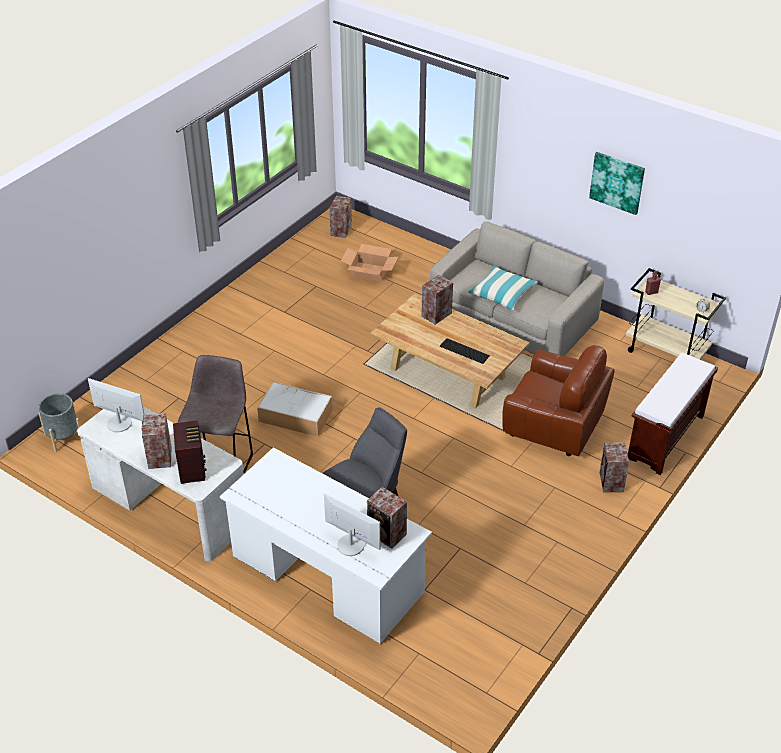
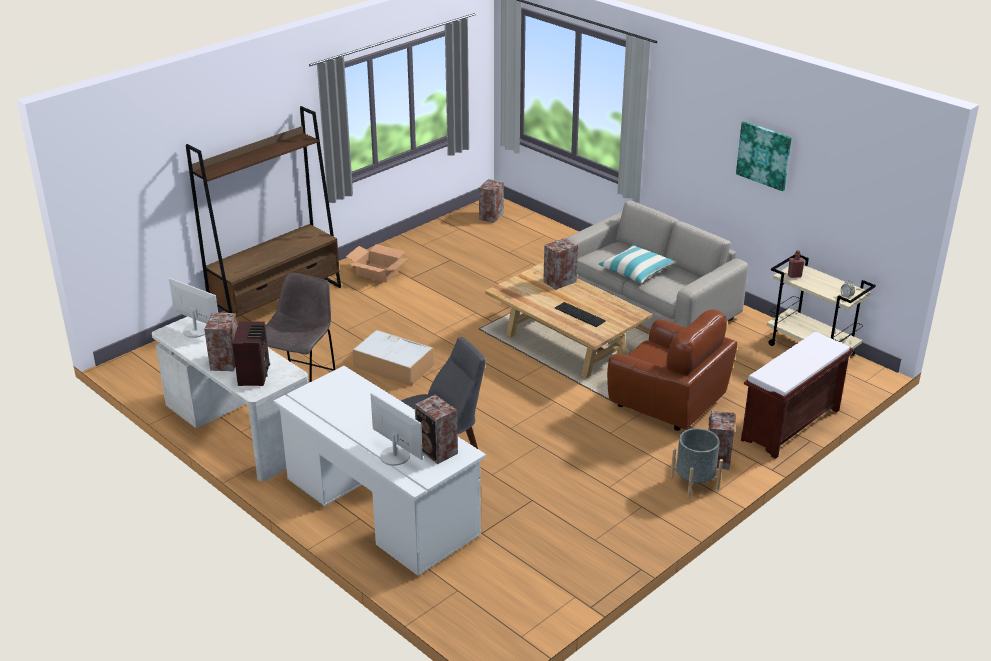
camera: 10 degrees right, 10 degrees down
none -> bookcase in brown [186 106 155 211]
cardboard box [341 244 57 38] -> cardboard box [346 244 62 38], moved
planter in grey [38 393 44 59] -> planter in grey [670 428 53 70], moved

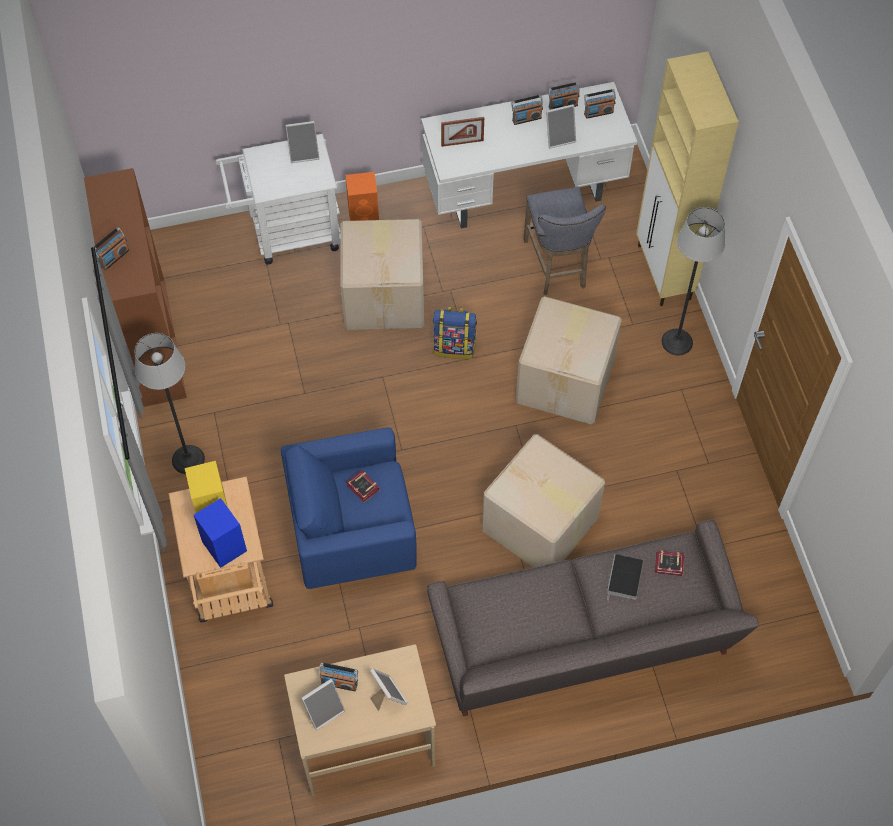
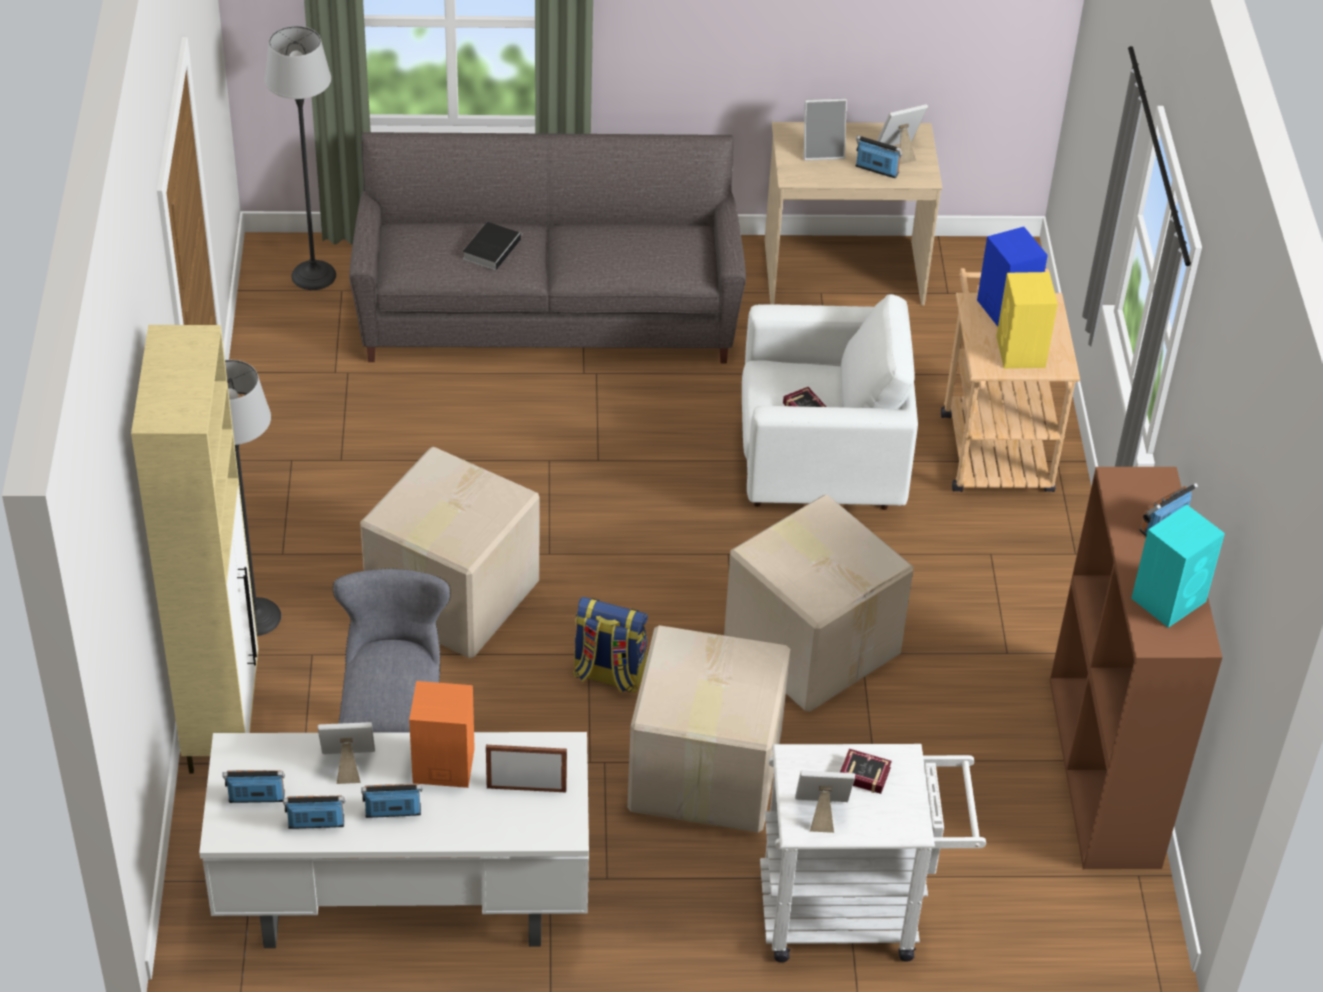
camera: 170 degrees left, 15 degrees down
floor lamp [135 333 70 141] -> floor lamp [265 26 71 264], moved
speaker in orange [345 172 34 49] -> speaker in orange [409 681 66 107], moved
cardboard box [482 434 123 134] -> cardboard box [724 495 189 216], moved
armchair in blue [281 428 136 161] -> armchair in white [742 294 176 216]
picture frame [370 668 38 43] -> picture frame [804 98 43 63], 75 degrees counterclockwise
book [655 550 30 26] -> book [840 749 52 45], moved
none -> speaker in turquoise [1131 504 94 124]

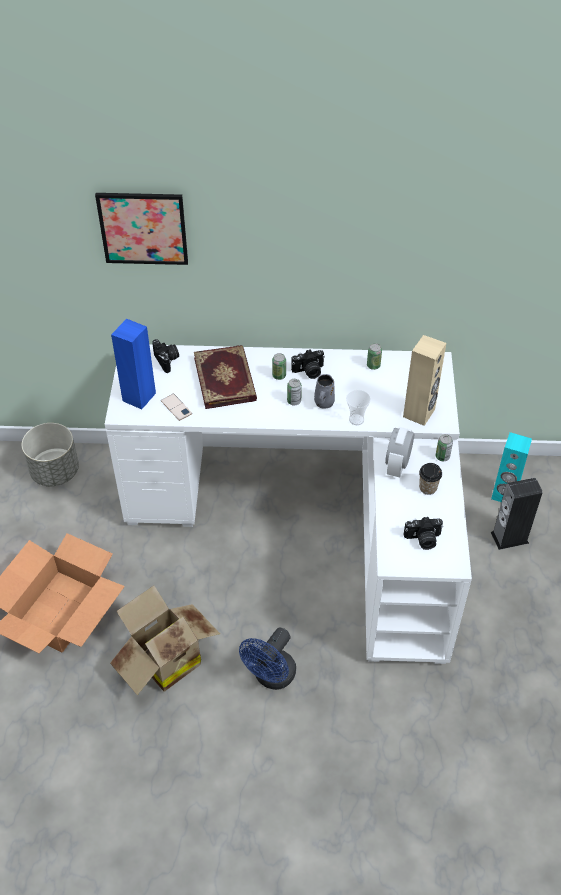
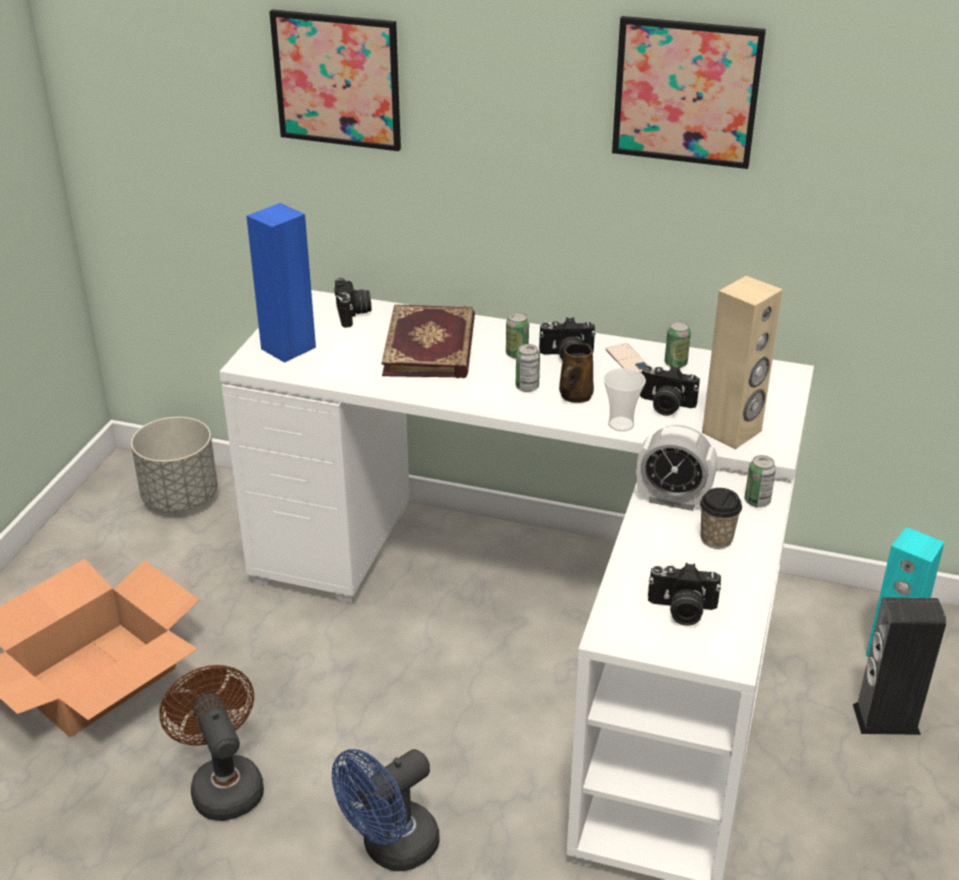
camera: 15 degrees right, 15 degrees down
cardboard box [110 586 110 109] -> fan in brown [159 665 105 156]
mug in grey [314 374 21 35] -> mug in brown [559 343 35 60]
phone [161 394 31 27] -> phone [605 343 44 30], moved
none -> picture [612 16 154 153]
alarm clock [385 427 29 50] -> alarm clock [636 425 81 86], 105 degrees counterclockwise
none -> photo camera [640 365 60 51]

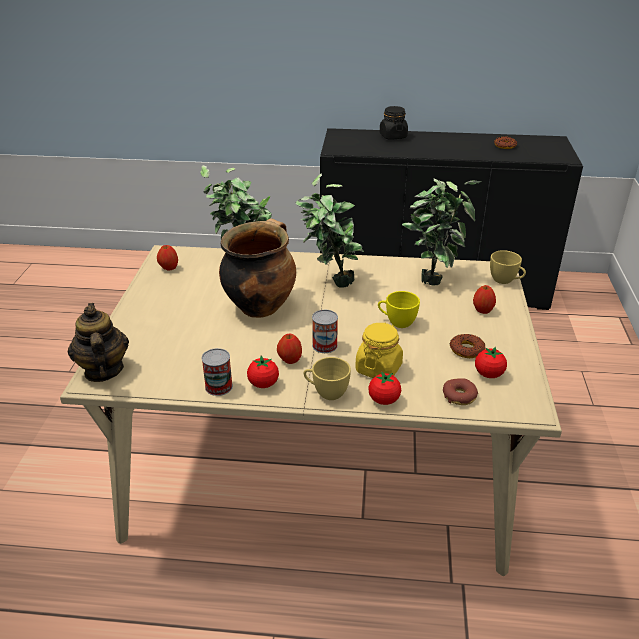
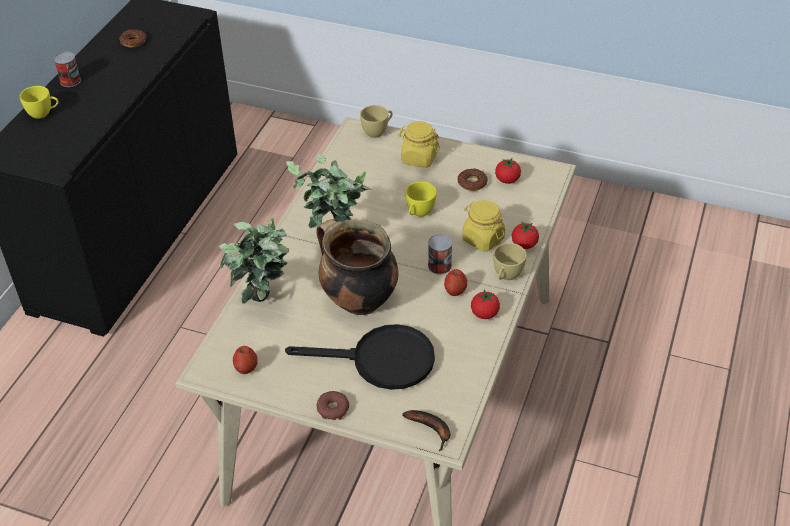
camera: 75 degrees left, 10 degrees up
jar in black [380 106 28 33] -> cup in yellow [19 86 40 33]
can [202 348 31 48] -> can [54 52 27 35], moved
none -> frying pan in black [285 324 150 66]
donut [443 378 35 27] -> donut [317 391 32 29], moved
apple [473 285 23 29] -> jar in yellow [398 121 42 47]
teapot [68 303 61 79] -> banana [402 410 48 41]
potted plant [402 178 80 107] -> none

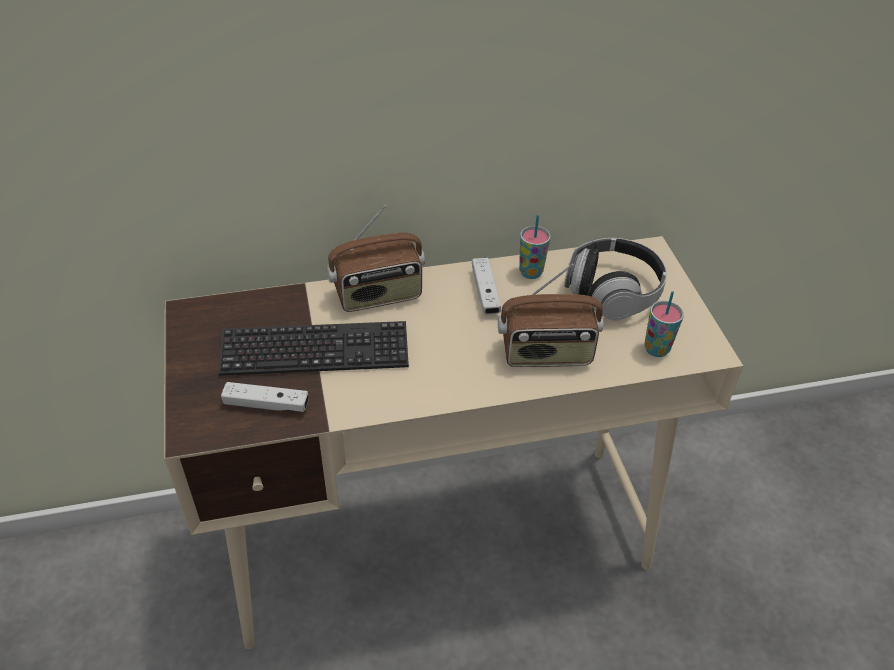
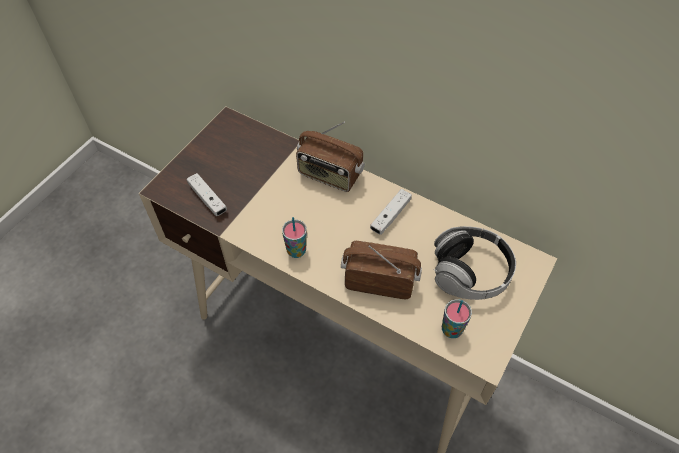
camera: 45 degrees right, 10 degrees up
cup [519 215 32 64] -> cup [282 217 25 41], moved
radio [498 264 106 103] -> radio [341 241 81 58], 150 degrees clockwise
keyboard [218 321 191 55] -> none

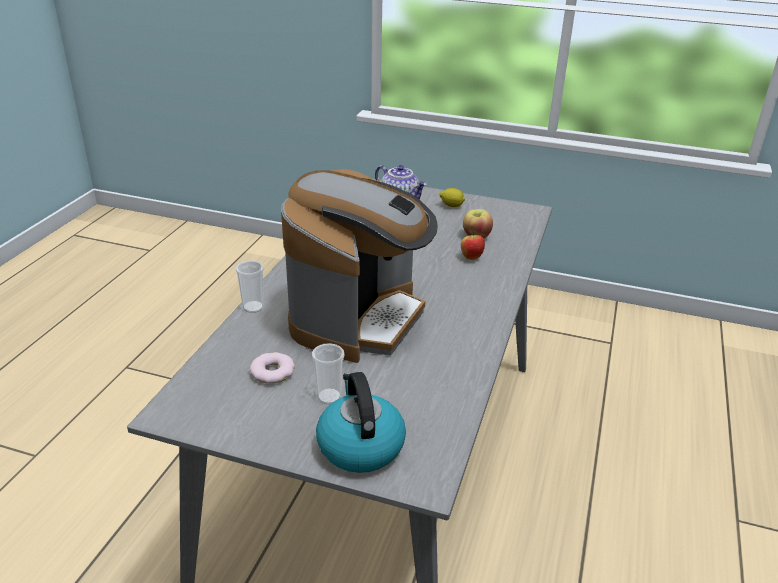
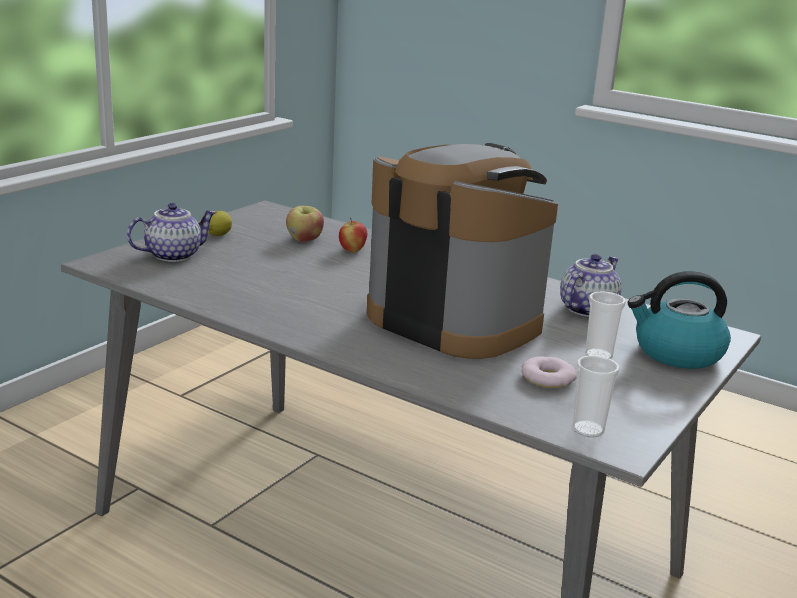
camera: 75 degrees left, 10 degrees down
none -> teapot [560 254 62 63]
cup [236 260 28 53] -> cup [572 355 48 82], moved

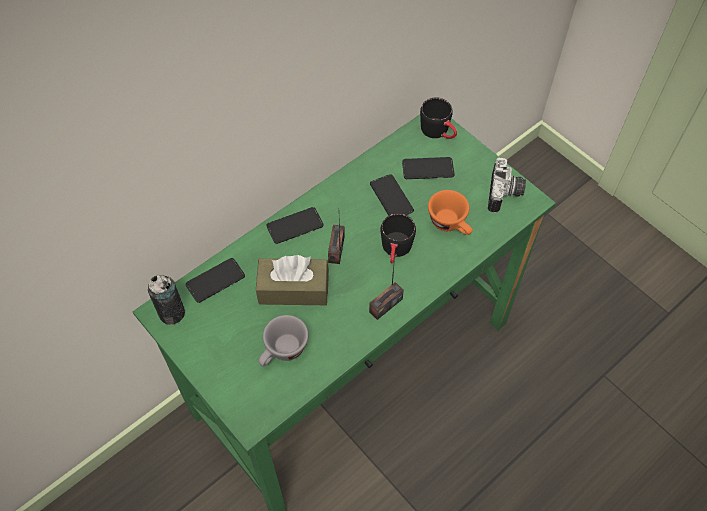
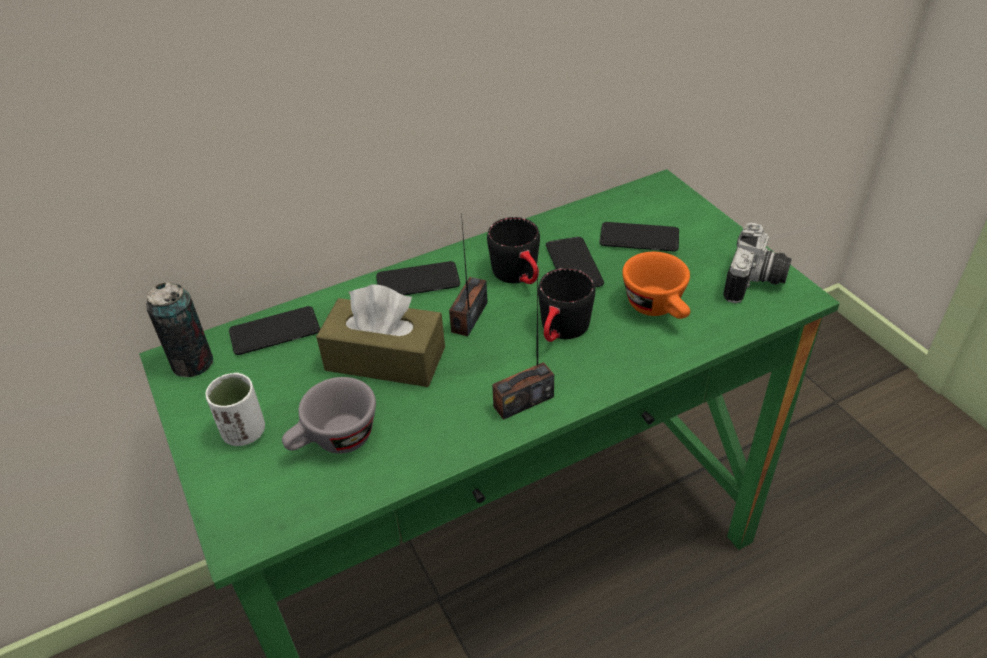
camera: 15 degrees right, 15 degrees down
none -> cup in white [205 373 60 73]
mug in black [420 98 37 41] -> mug in black [487 217 53 67], moved

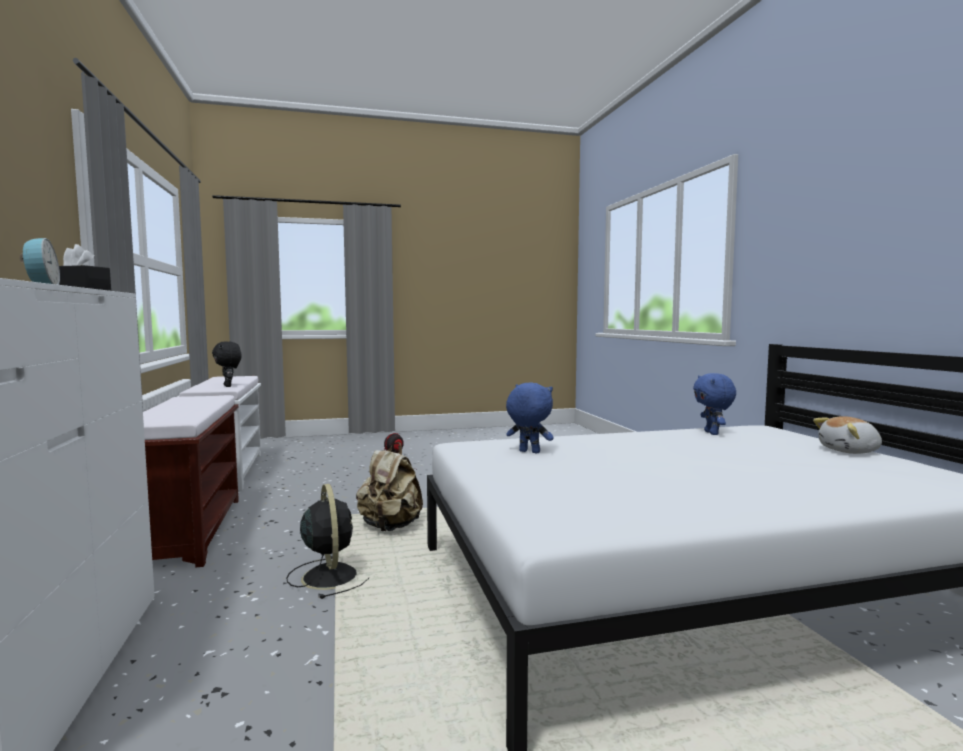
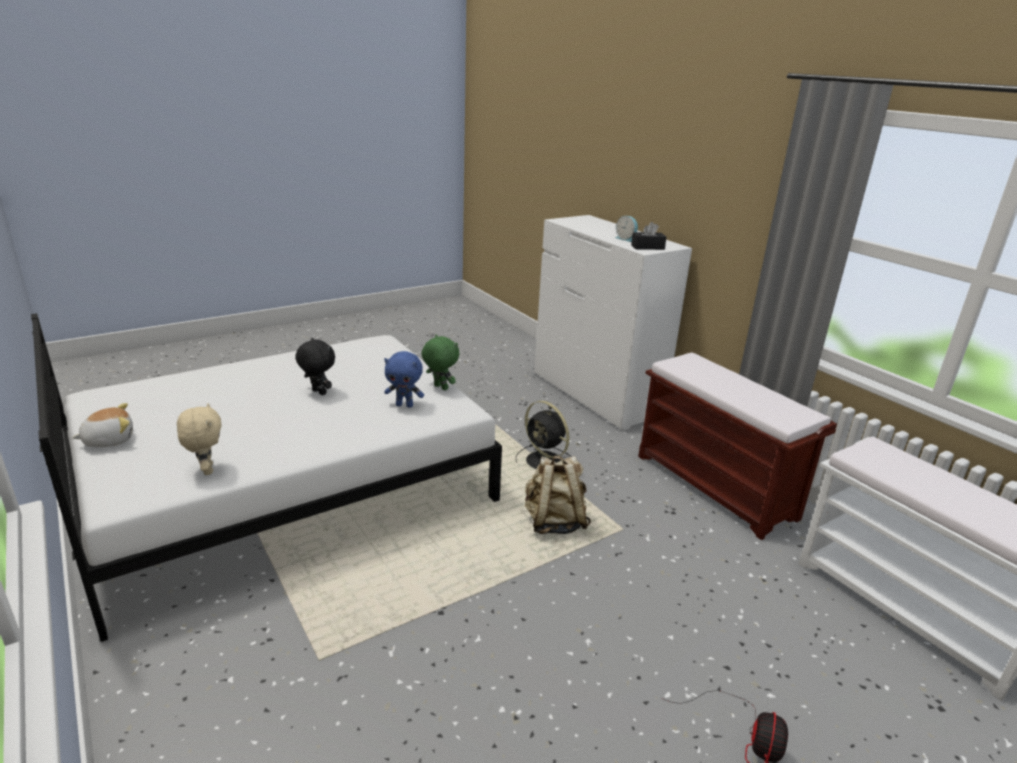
camera: 160 degrees right, 20 degrees up
plush toy in blue [693 373 43 62] -> plush toy in beige [177 403 45 72]
plush toy in black [212 341 29 46] -> plush toy in black [295 338 40 57], moved
none -> plush toy in green [422 335 37 55]

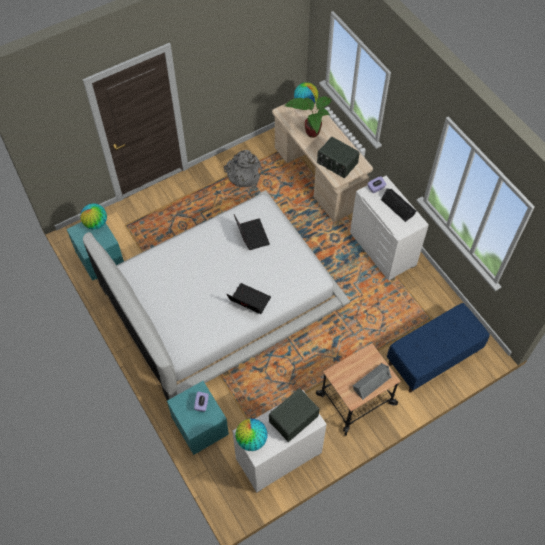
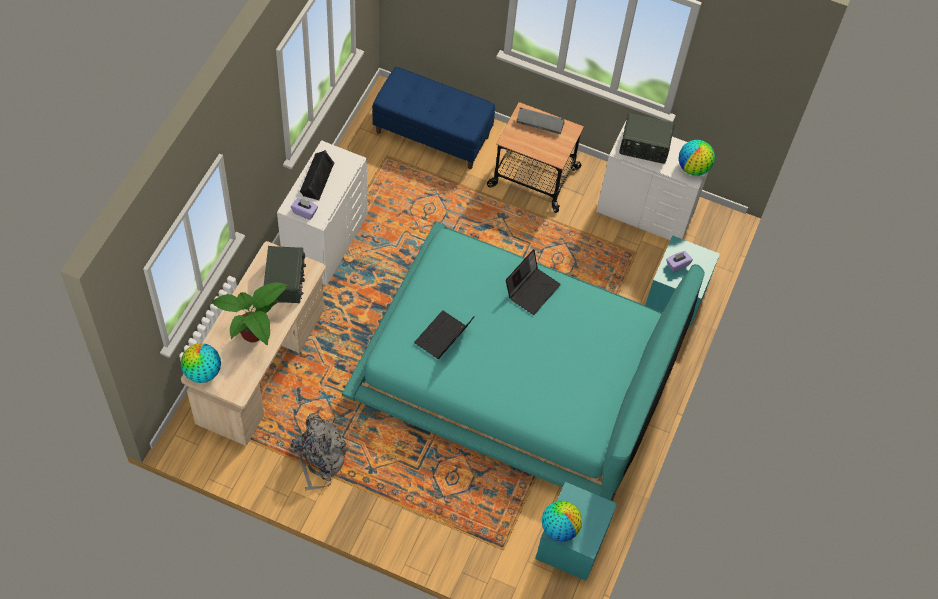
camera: 130 degrees left, 0 degrees up
bed in white [83 190 268 210] -> bed in turquoise [341 221 364 280]
laptop [226 283 45 31] -> laptop [506 249 55 66], 135 degrees counterclockwise

